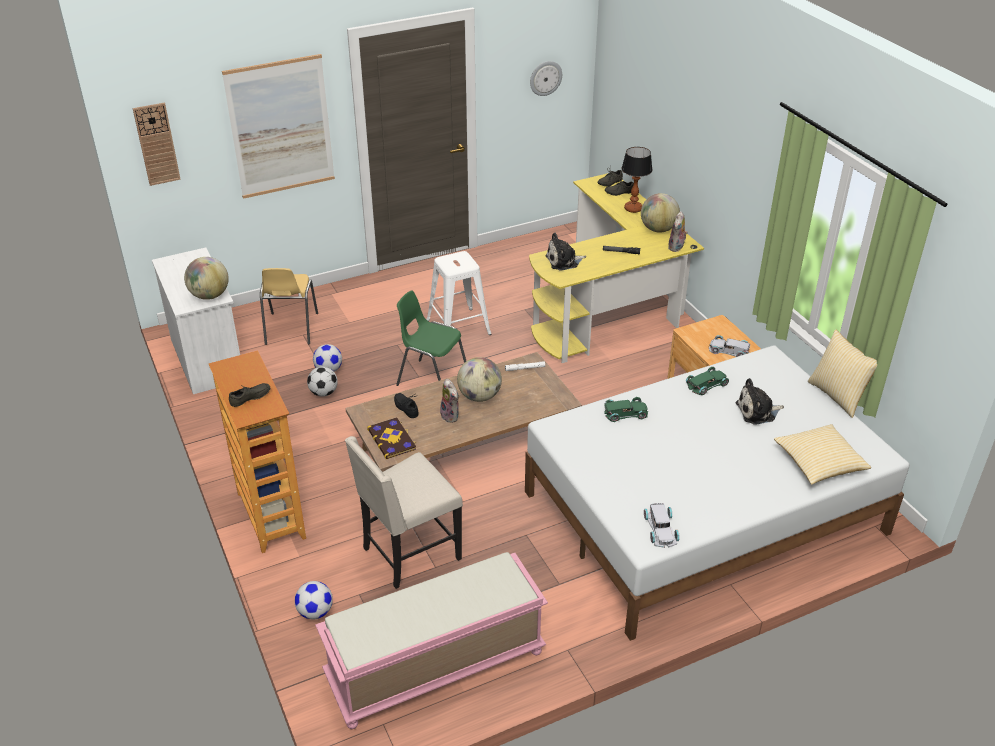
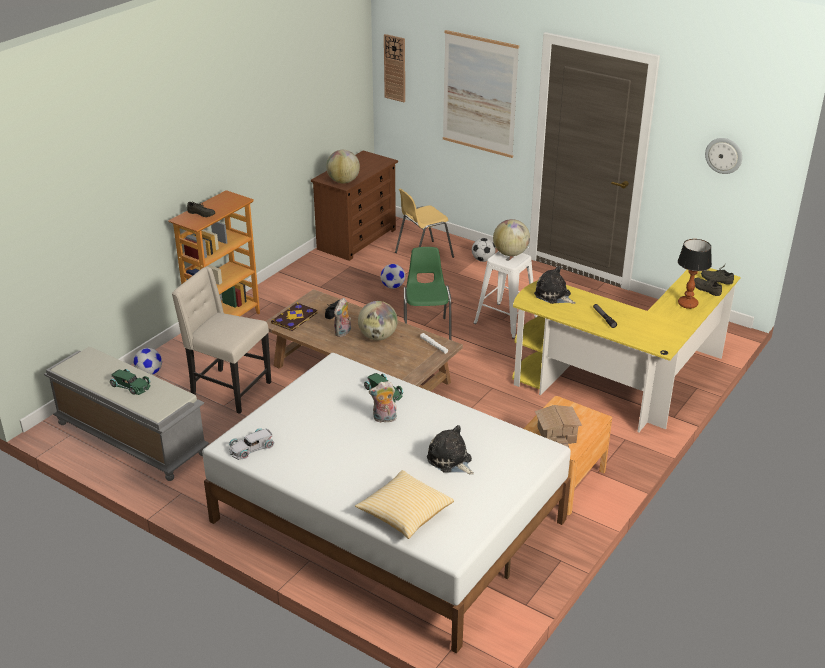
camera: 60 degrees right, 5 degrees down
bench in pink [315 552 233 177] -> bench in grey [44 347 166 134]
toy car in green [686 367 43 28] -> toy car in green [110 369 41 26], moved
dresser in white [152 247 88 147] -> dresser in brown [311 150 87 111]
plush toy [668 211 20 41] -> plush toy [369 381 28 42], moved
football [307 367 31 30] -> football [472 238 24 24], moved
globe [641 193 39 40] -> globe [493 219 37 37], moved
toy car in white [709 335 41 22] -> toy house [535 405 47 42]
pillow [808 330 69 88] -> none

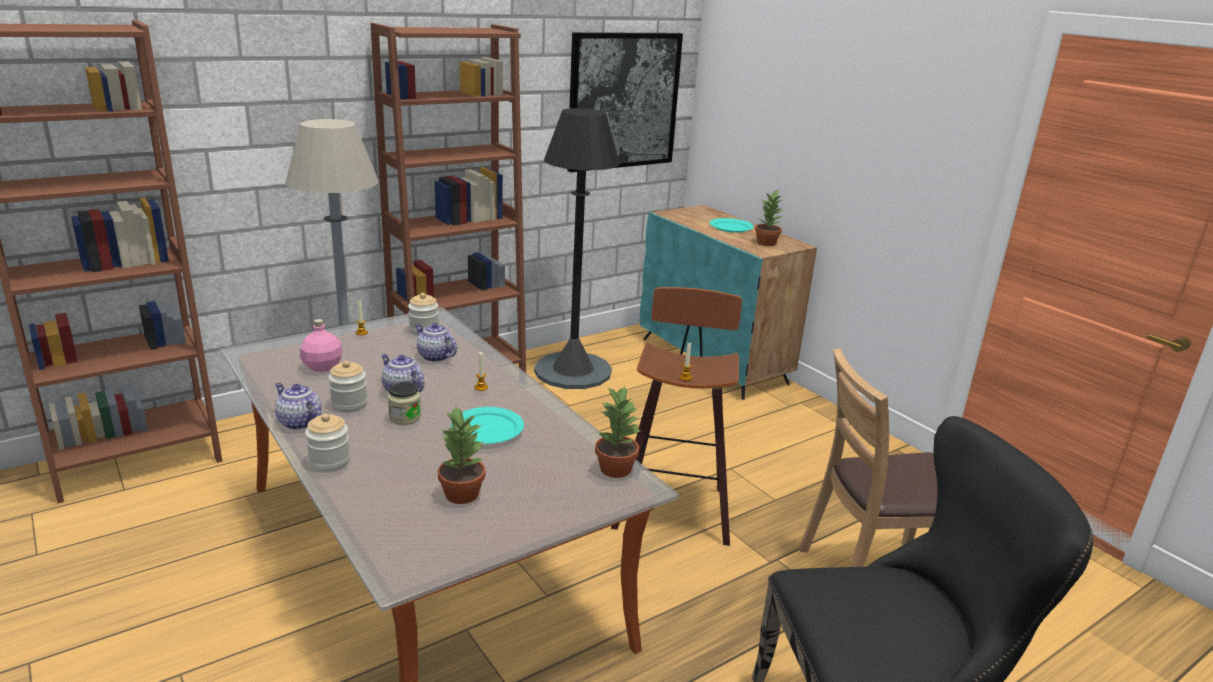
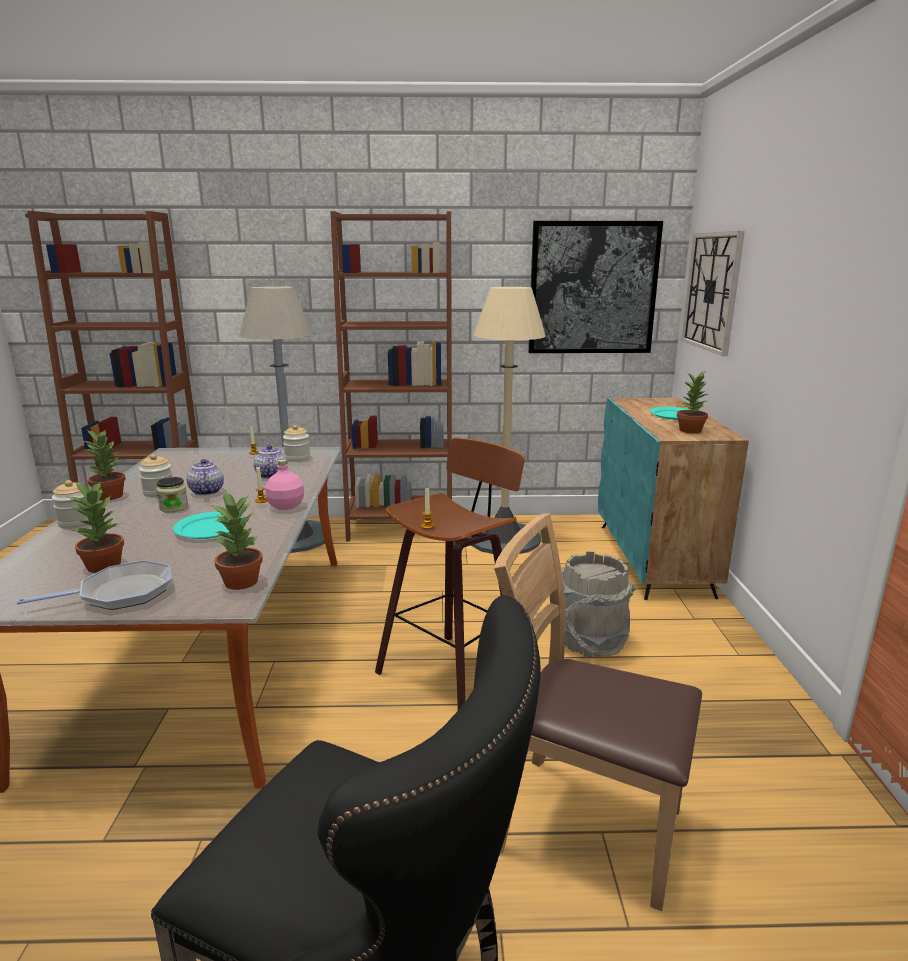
camera: 35 degrees right, 5 degrees down
none -> frying pan [17 560 154 50]
teapot [275 383 47 47] -> potted plant [83 431 43 70]
bottle in pink [300 319 42 53] -> bottle in pink [265 459 39 51], moved
floor lamp in black [534 108 86 281] -> floor lamp in beige [467 287 79 267]
none -> bucket in grey [561 551 75 106]
none -> wall clock [681 231 64 125]

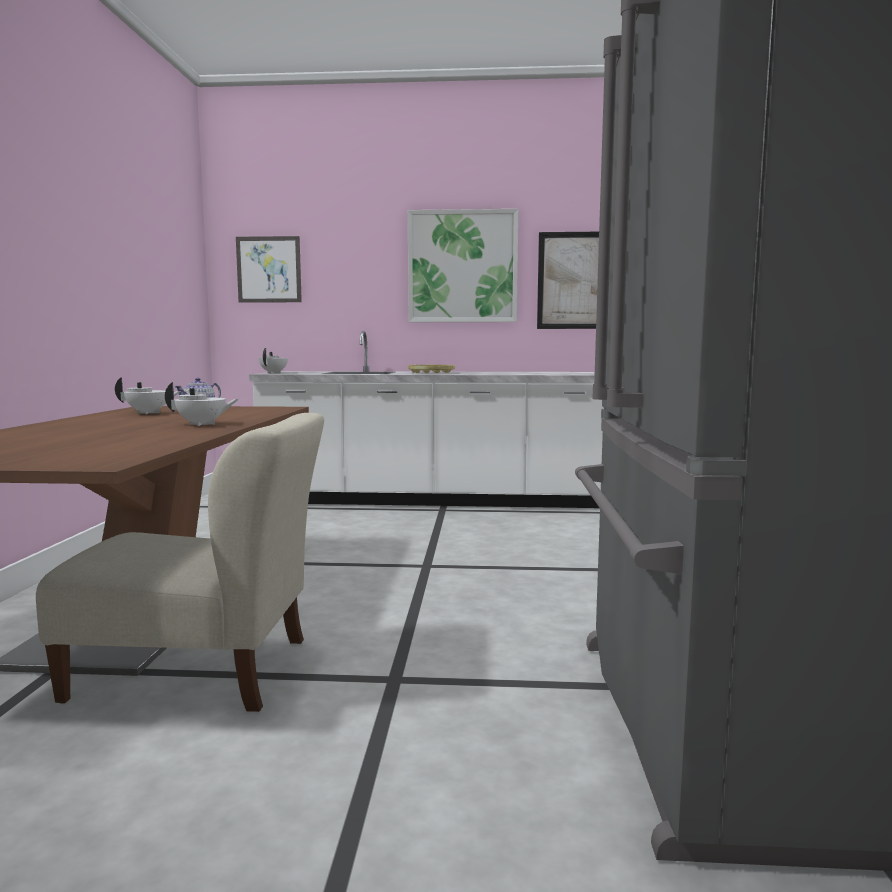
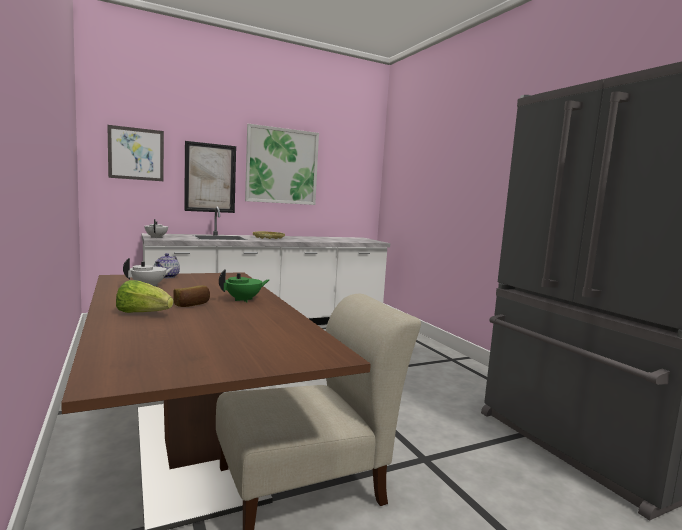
camera: 30 degrees left, 0 degrees up
none -> lettuce [116 280 58 33]
none -> bread [173 285 37 22]
picture [537 232 62 97] -> picture [184 141 52 72], moved
teapot in white [165 382 74 44] -> teapot in green [219 269 50 33]

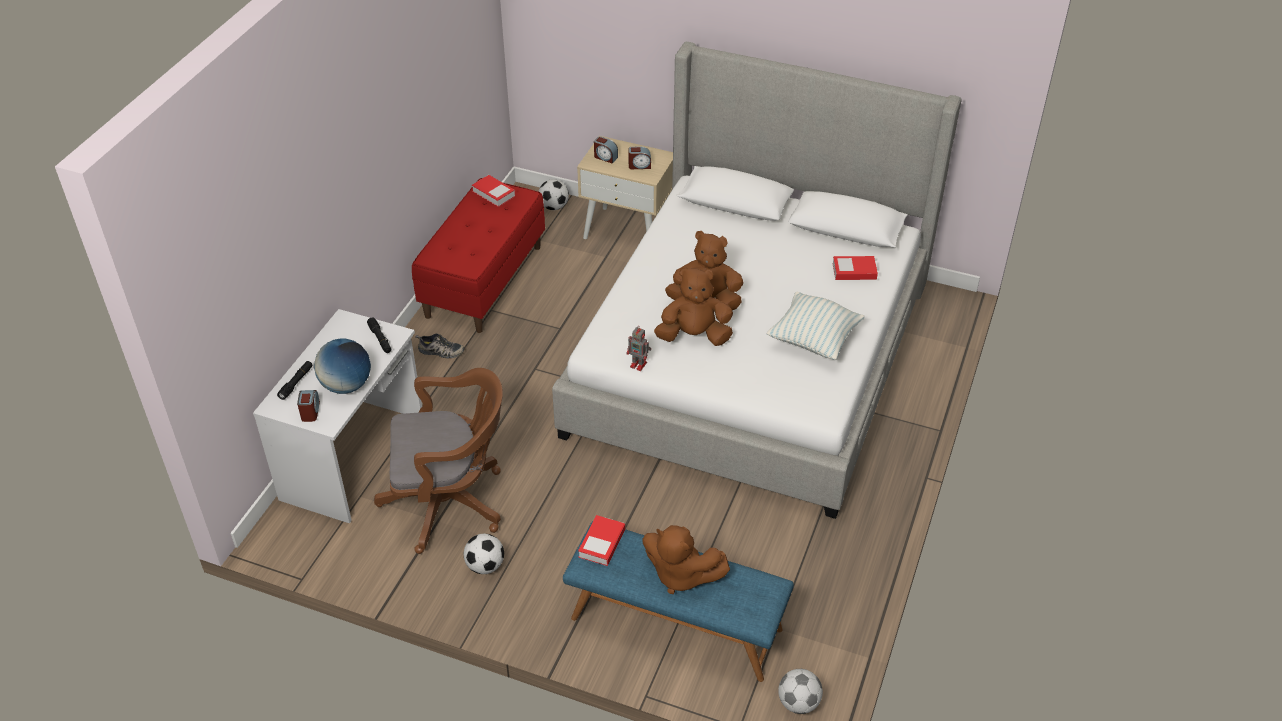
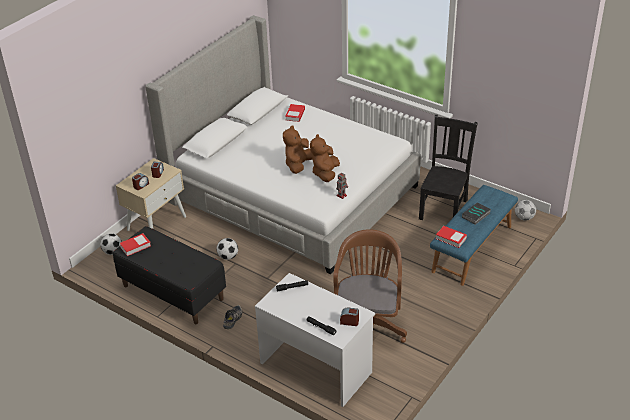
camera: 75 degrees left, 5 degrees down
bench in red [412 178 133 155] -> bench in black [113 226 113 98]
football [464 533 40 41] -> football [217 238 21 22], moved
none -> chair in black [419 115 59 105]
plush toy in brown [642 525 88 69] -> book [462 202 29 23]
globe [314 339 57 55] -> none
pillow [767 291 98 69] -> none

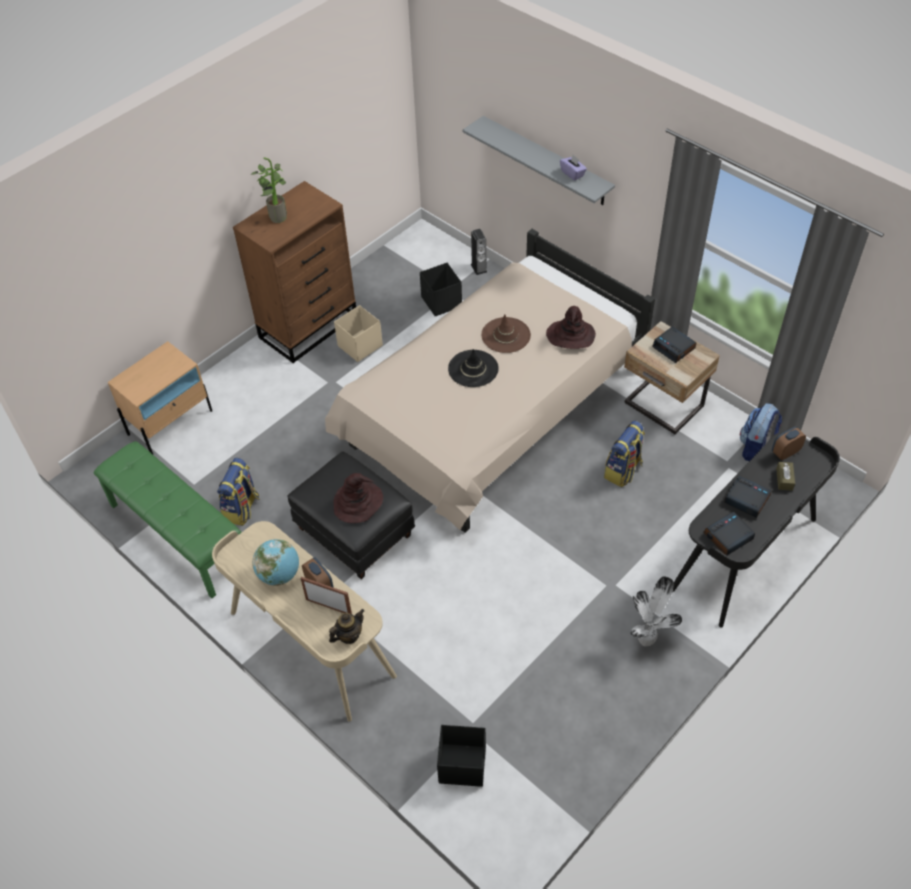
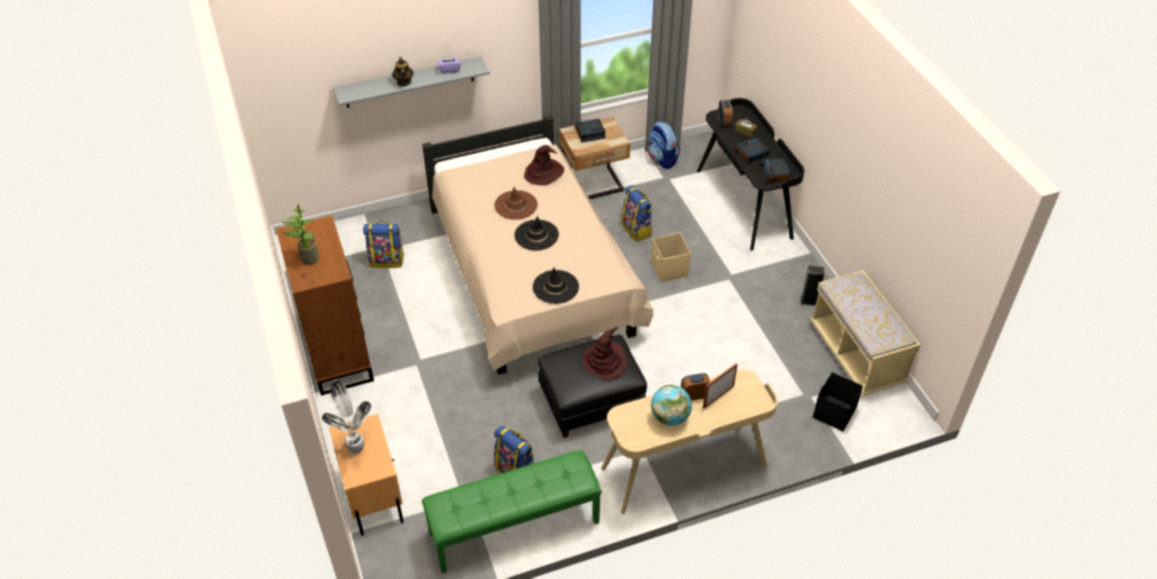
camera: 65 degrees left, 5 degrees down
potted plant [630 576 52 71] -> potted plant [322 380 49 74], moved
storage box in black [420 263 42 53] -> backpack [363 221 41 47]
teapot [329 609 35 35] -> teapot [392 57 22 30], moved
none -> hat in black [533 268 46 36]
storage box in beige [334 305 49 57] -> storage box in beige [651 233 40 49], moved
speaker [471 229 16 46] -> speaker [801 266 23 40], moved
none -> bench in beige [810 270 110 125]

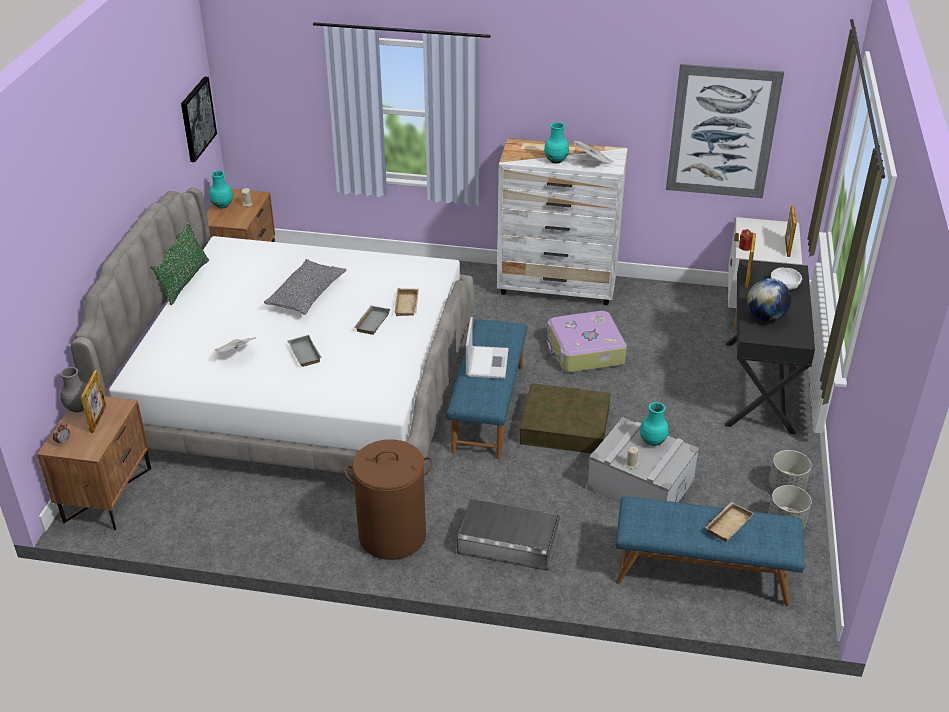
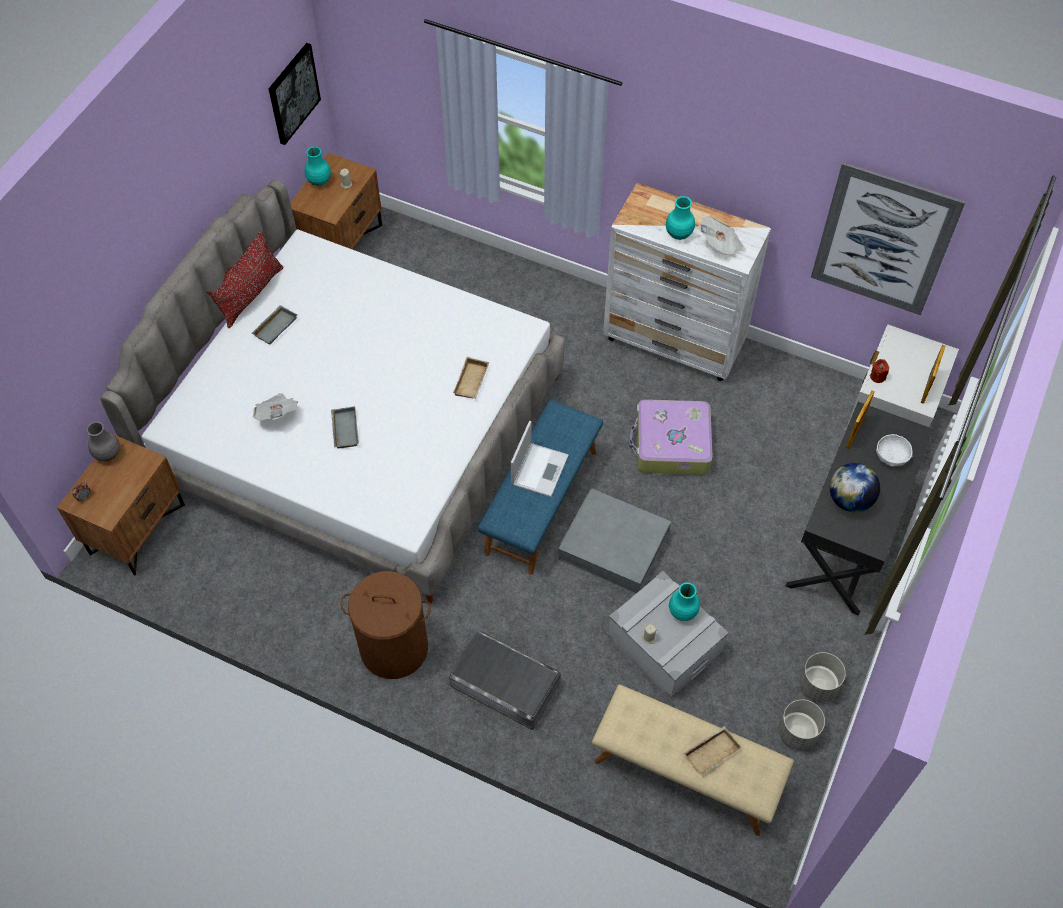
camera: 15 degrees right, 20 degrees up
pillow in green [151 222 58 83] -> pillow in red [207 230 77 98]
tray in grey [354 306 36 29] -> tray in grey [252 305 45 39], moved
storage box in brown [519 383 92 71] -> storage box in grey [558 489 113 104]
bench in blue [615 496 190 111] -> bench in beige [592 685 202 151]
picture frame [81 370 25 63] -> none
pillow in grey [264 259 82 56] -> none

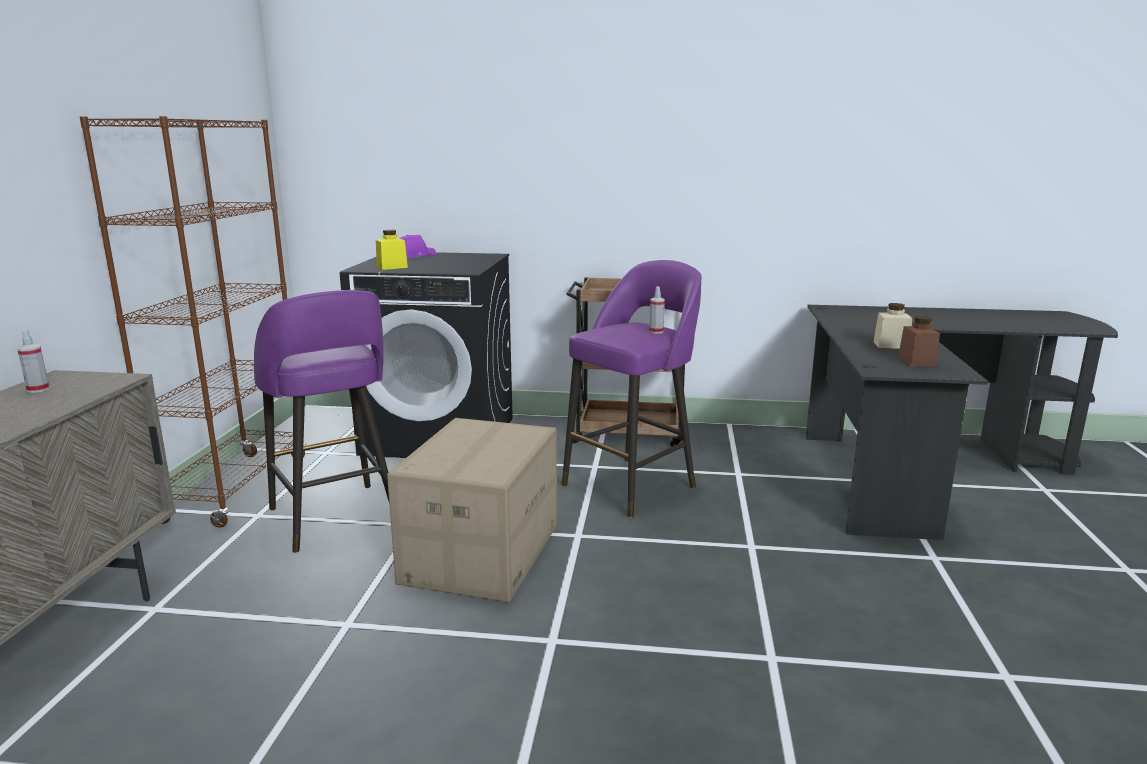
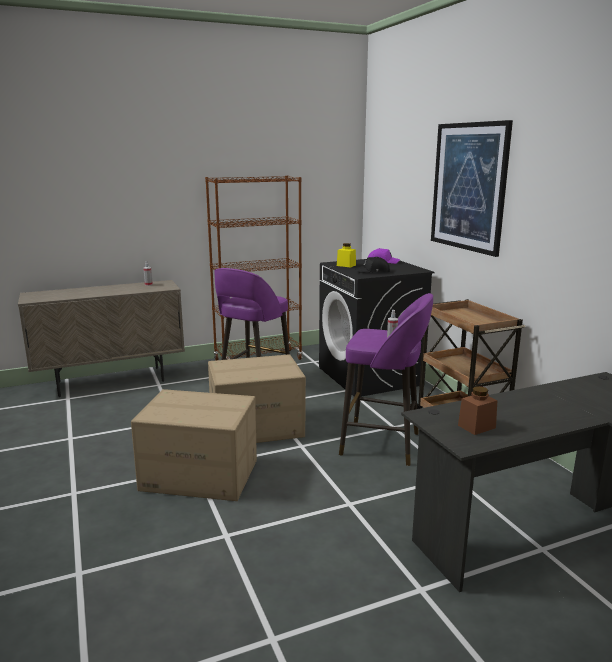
camera: 60 degrees right, 0 degrees up
none -> cardboard box [131 389 126 112]
none -> cap in black [355 257 35 16]
none -> picture [431 120 82 137]
jar in beige [874 303 38 46] -> none

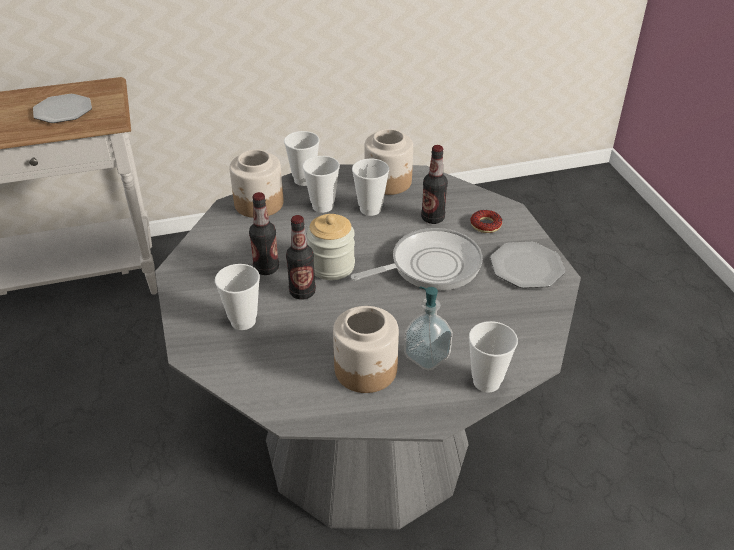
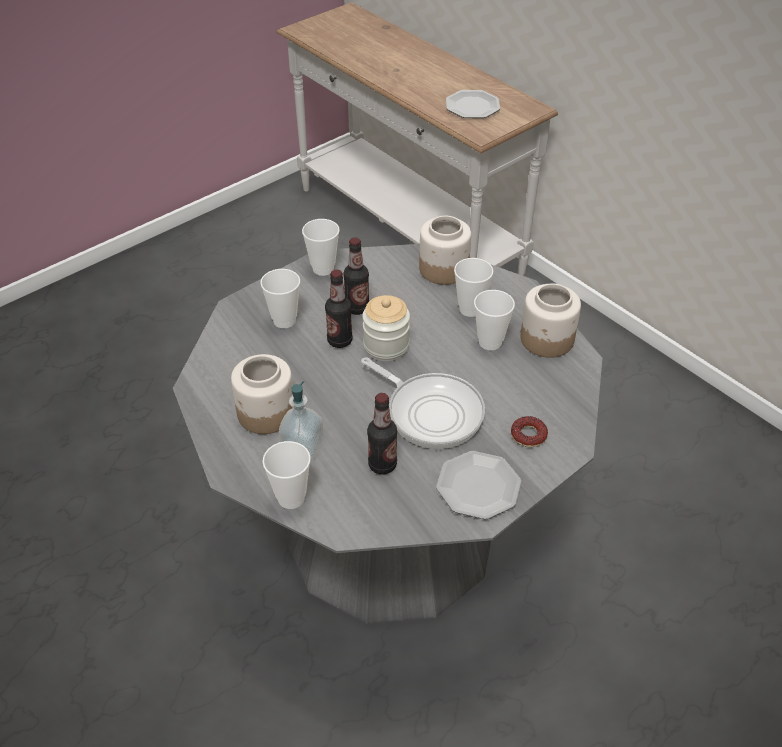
camera: 65 degrees right, 5 degrees up
cup [284 131 36 55] -> cup [302 219 38 57], moved
bottle [421 145 27 79] -> bottle [367 393 30 81], moved

